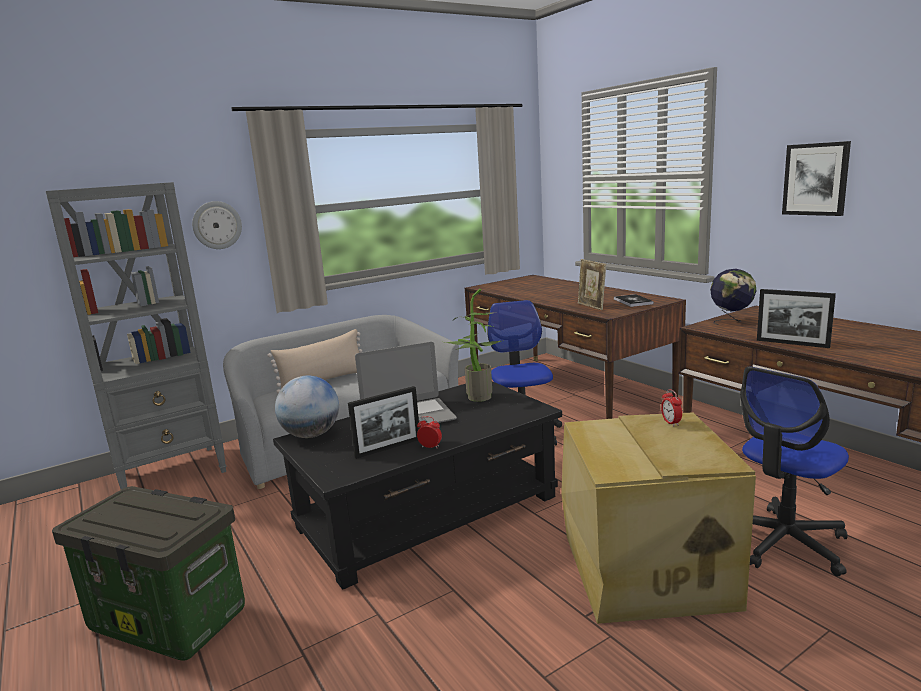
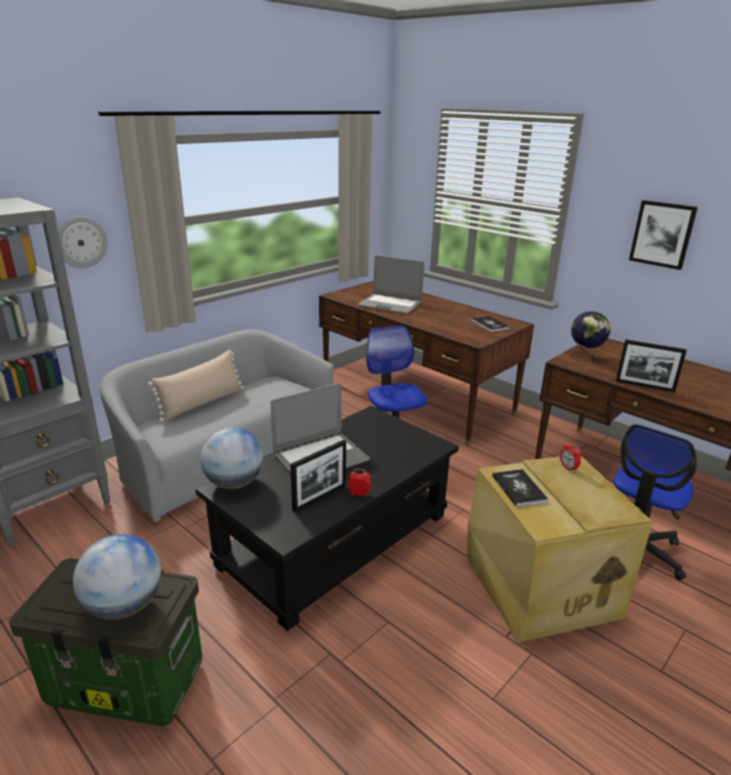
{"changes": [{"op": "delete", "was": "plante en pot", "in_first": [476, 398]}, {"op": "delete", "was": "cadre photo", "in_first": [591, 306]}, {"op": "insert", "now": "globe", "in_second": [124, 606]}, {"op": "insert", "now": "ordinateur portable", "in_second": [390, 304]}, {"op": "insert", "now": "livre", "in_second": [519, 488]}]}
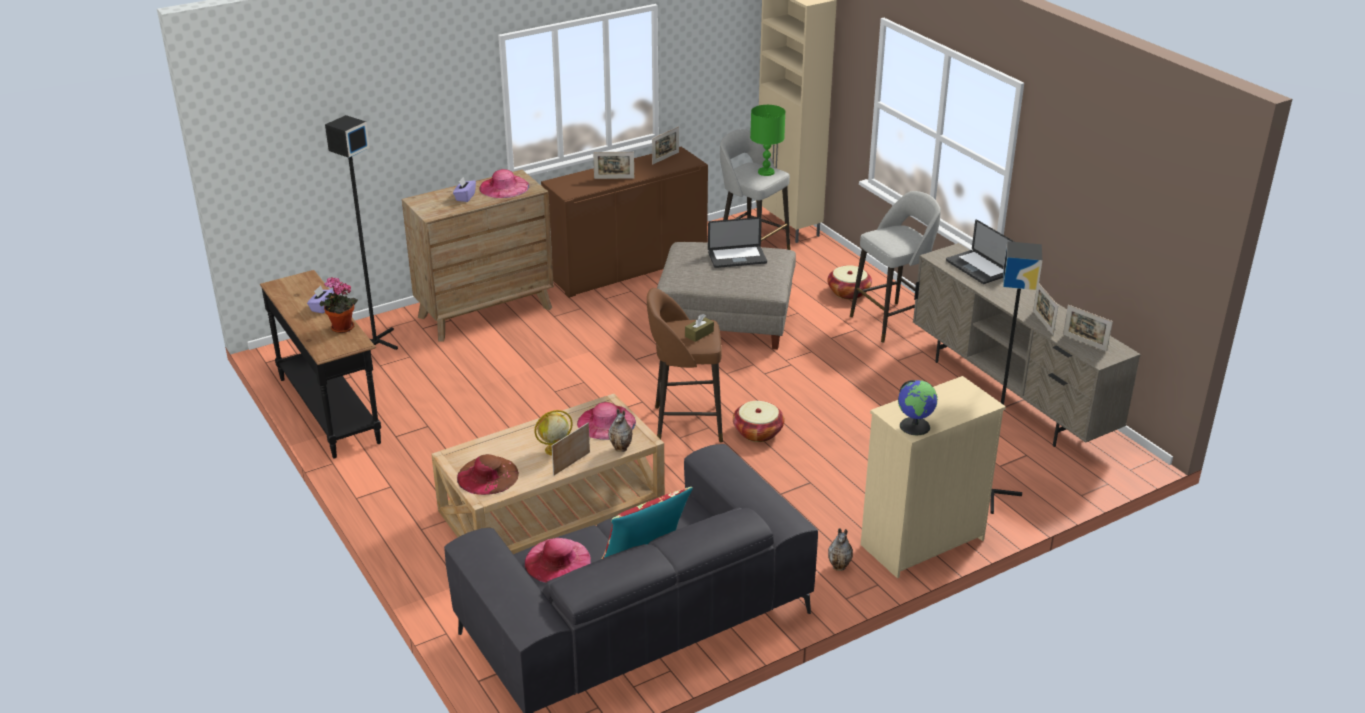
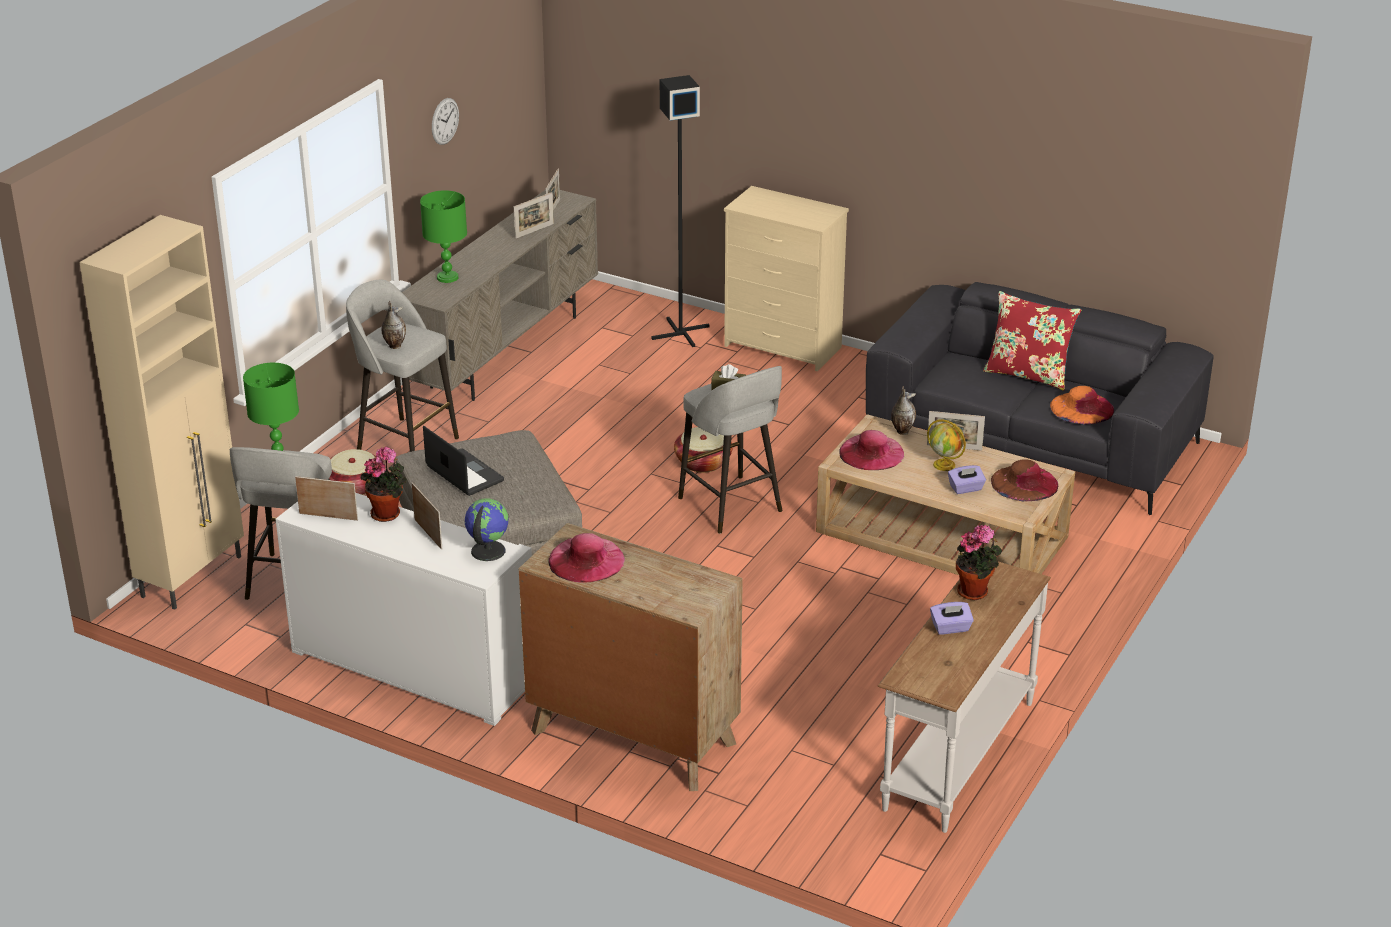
{"changes": [{"op": "delete", "was": "lampadaire/noir", "in_first": [374, 342]}, {"op": "insert", "now": "plante en pot", "in_second": [388, 513]}, {"op": "insert", "now": "horloge murale", "in_second": [445, 121]}, {"op": "move", "was": "boîte à mouchoirs/violet", "in_first": [465, 197], "in_second": [966, 488]}, {"op": "move", "was": "vase", "in_first": [840, 566], "in_second": [394, 345]}, {"op": "move", "was": "globe", "in_first": [915, 426], "in_second": [487, 551]}, {"op": "replace", "was": "ordinateur portable", "now": "lampe de table/vert", "in_first": [977, 268], "in_second": [447, 277]}, {"op": "recolor", "was": "table console/noir", "now": "table console/blanc", "in_first": [331, 410], "in_second": [956, 754]}, {"op": "recolor", "was": "chapeau/rose", "now": "chapeau/orange", "in_first": [557, 561], "in_second": [1082, 408]}, {"op": "recolor", "was": "meuble de rangement/marron", "now": "meuble de rangement/blanc", "in_first": [627, 267], "in_second": [413, 667]}, {"op": "recolor", "was": "tabouret/marron", "now": "tabouret/gris", "in_first": [685, 424], "in_second": [731, 506]}]}
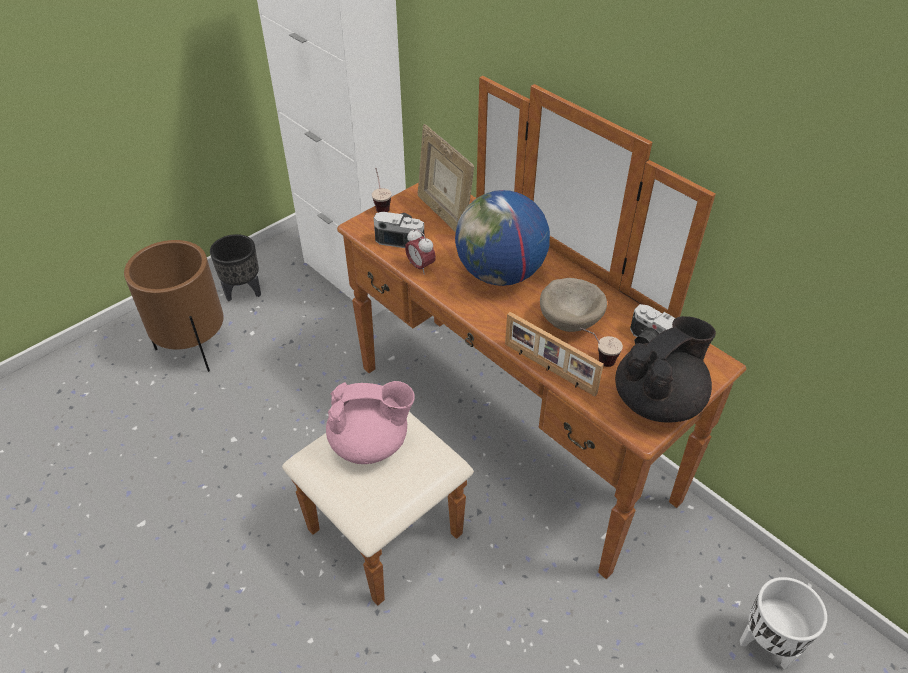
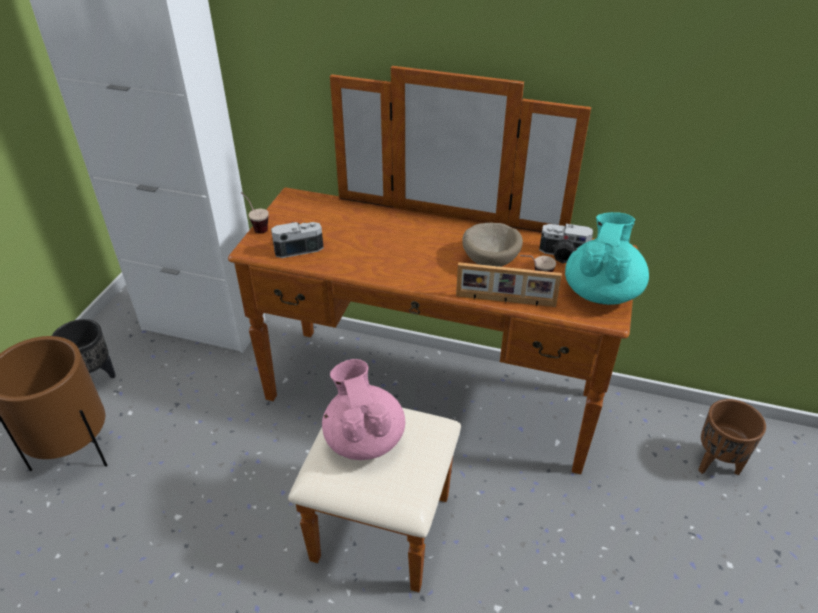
{"changes": [{"op": "delete", "was": "réveil", "in_first": [420, 267]}, {"op": "delete", "was": "cadre photo", "in_first": [444, 215]}, {"op": "delete", "was": "globe", "in_first": [500, 274]}, {"op": "recolor", "was": "théière/noir", "now": "théière/turquoise", "in_first": [658, 400], "in_second": [601, 291]}, {"op": "recolor", "was": "cache-pot/blanc", "now": "cache-pot/marron", "in_first": [767, 645], "in_second": [717, 464]}, {"op": "rotate", "was": "théière/rose", "in_first": [371, 443], "in_second": [364, 438], "clockwise": -75}]}
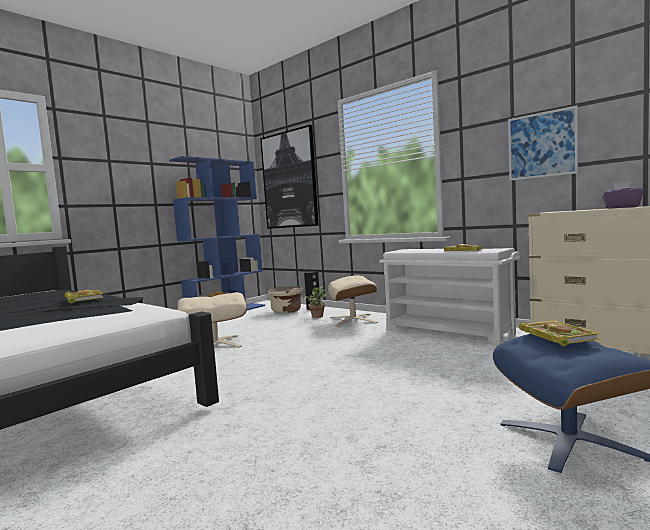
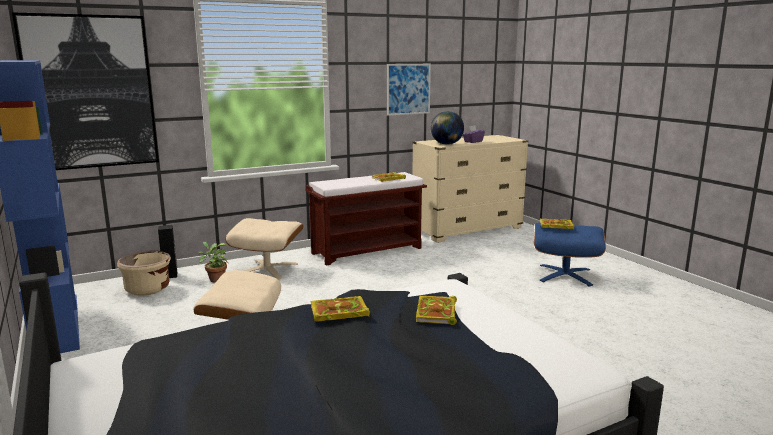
{"changes": [{"op": "insert", "now": "livre", "in_second": [437, 313]}, {"op": "insert", "now": "globe", "in_second": [446, 144]}, {"op": "recolor", "was": "banc/blanc", "now": "banc/marron", "in_first": [449, 331], "in_second": [367, 250]}]}
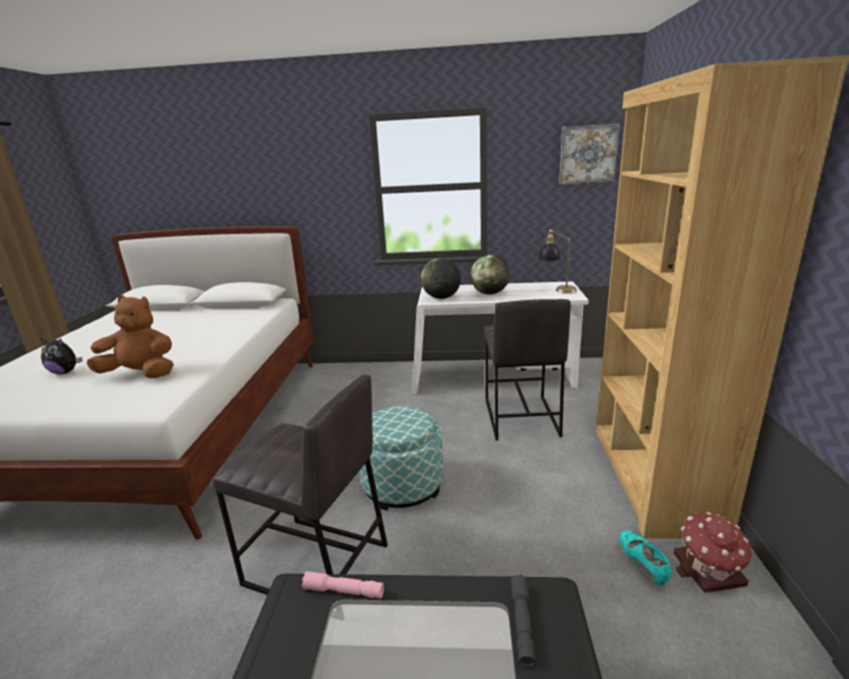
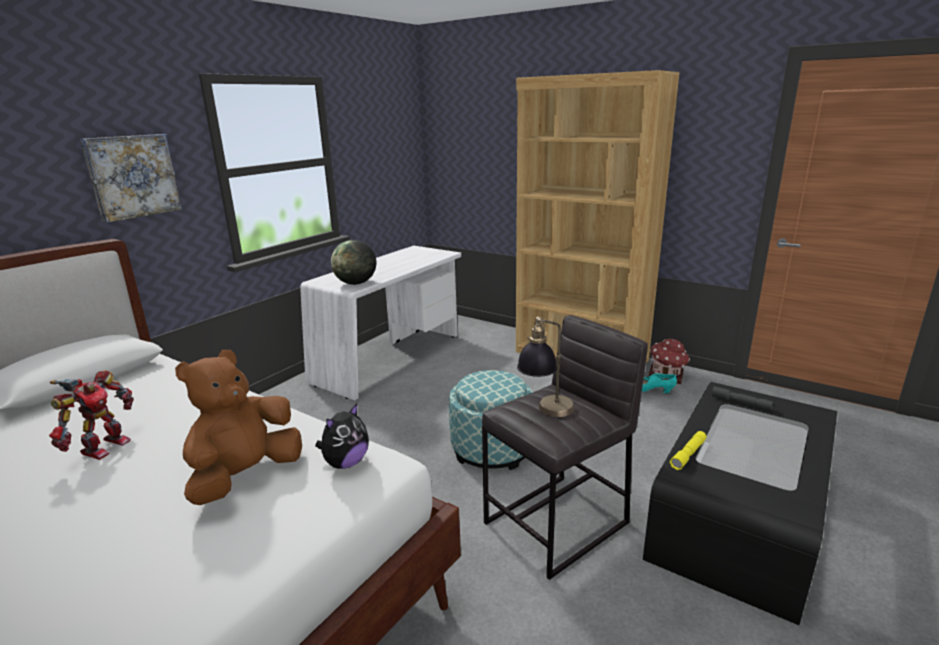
{"changes": [{"op": "delete", "was": "globe", "in_first": [490, 293]}, {"op": "delete", "was": "tabouret/gris", "in_first": [520, 418]}, {"op": "insert", "now": "robot jouet", "in_second": [103, 446]}, {"op": "move", "was": "peluche", "in_first": [65, 372], "in_second": [345, 463]}, {"op": "move", "was": "lampe de table", "in_first": [556, 290], "in_second": [546, 413]}, {"op": "move", "was": "tableau", "in_first": [588, 154], "in_second": [133, 176]}, {"op": "recolor", "was": "lampe de poche/rose", "now": "lampe de poche/jaune", "in_first": [344, 591], "in_second": [688, 454]}]}
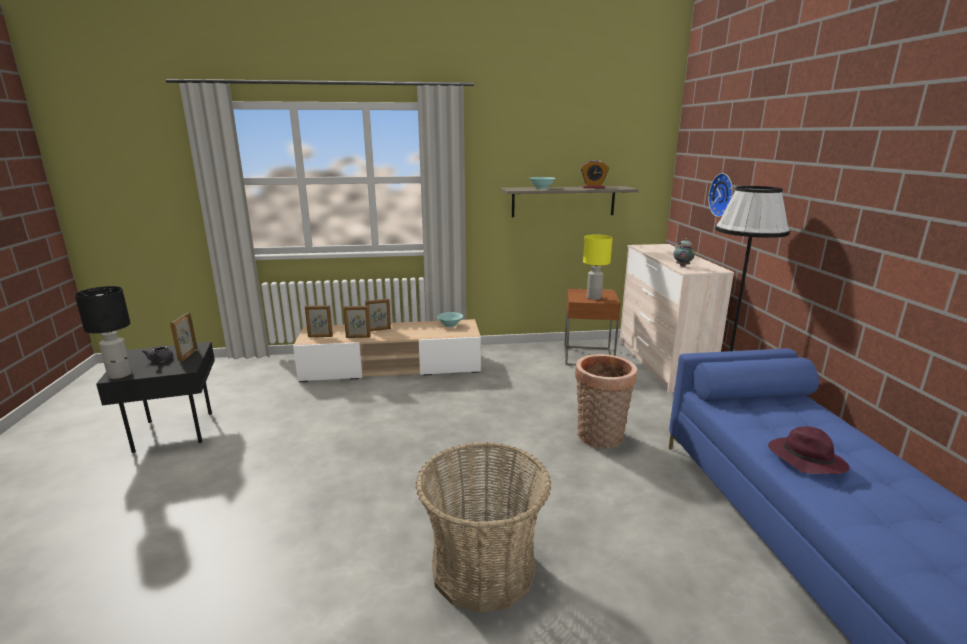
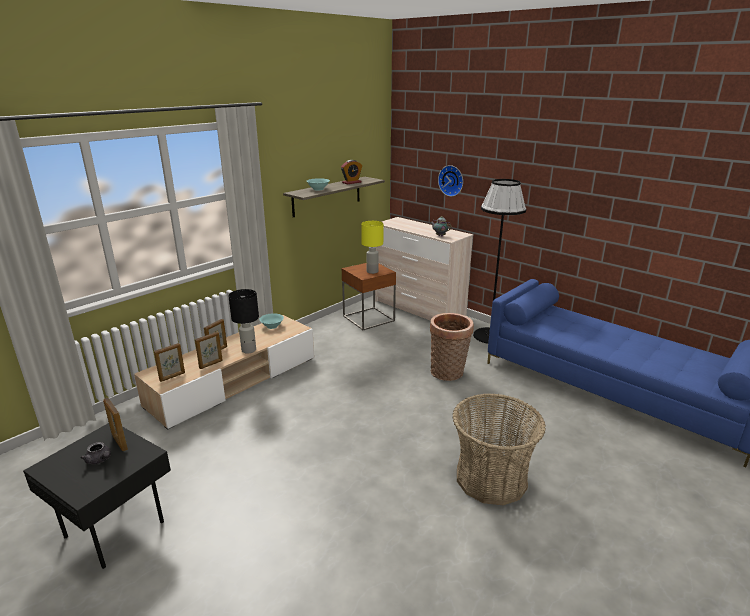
{"changes": [{"op": "delete", "was": "chapeau/violet", "in_first": [804, 459]}, {"op": "move", "was": "lampe de table/noir", "in_first": [120, 374], "in_second": [249, 350]}]}
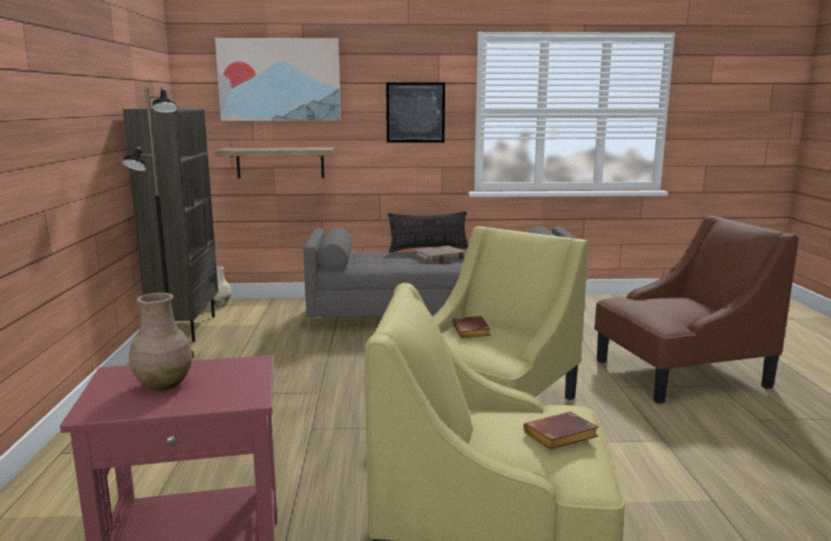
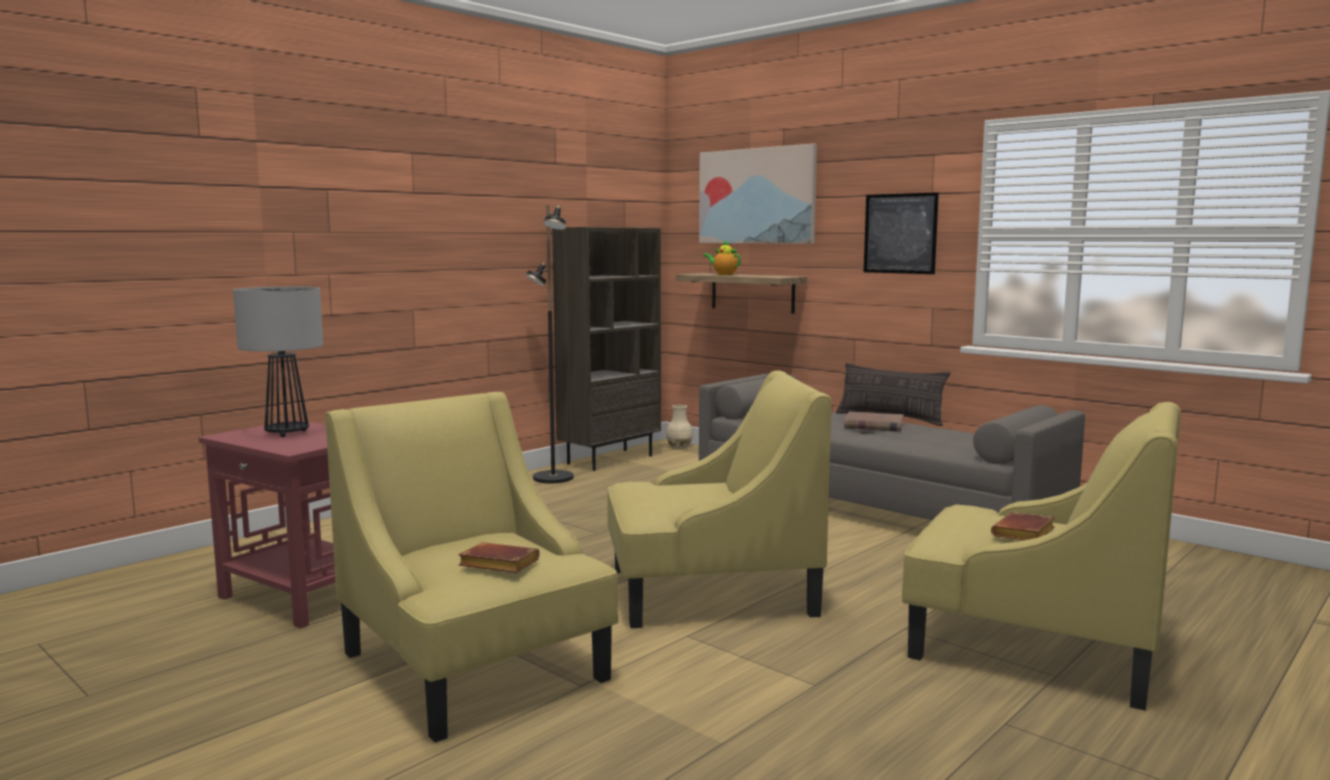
{"changes": [{"op": "insert", "now": "théière", "in_second": [723, 274]}, {"op": "move", "was": "livre/marron", "in_first": [472, 332], "in_second": [1024, 534]}, {"op": "replace", "was": "vase/marron", "now": "lampe de table", "in_first": [163, 385], "in_second": [286, 433]}, {"op": "recolor", "was": "fauteuil/marron", "now": "fauteuil/jaune", "in_first": [680, 373], "in_second": [1032, 646]}]}
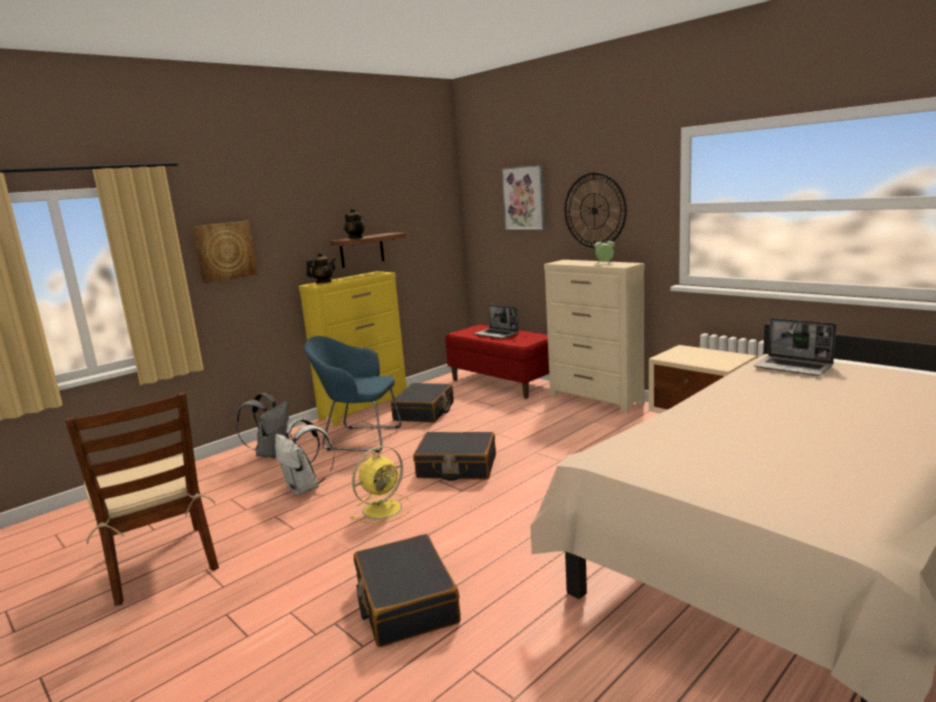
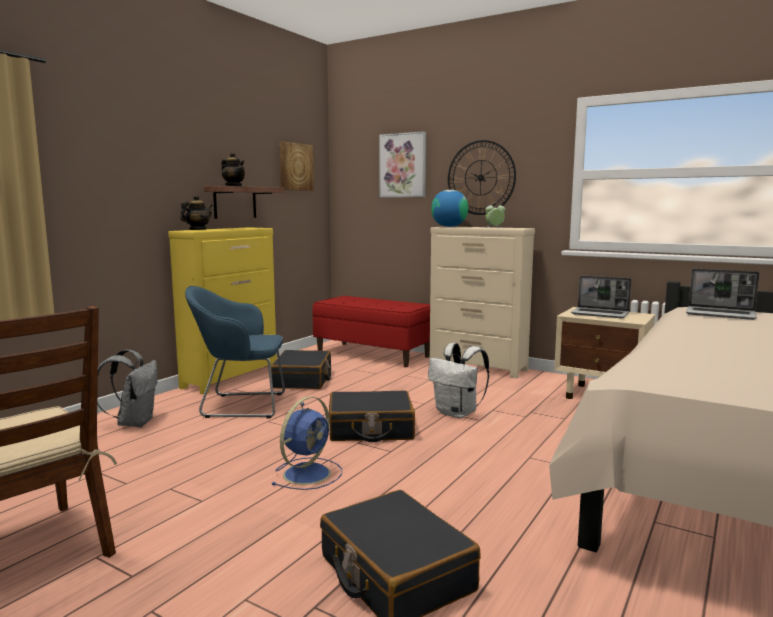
{"changes": [{"op": "insert", "now": "globe", "in_second": [449, 226]}, {"op": "move", "was": "tableau", "in_first": [225, 251], "in_second": [295, 167]}, {"op": "move", "was": "sac à dos/blanc", "in_first": [305, 488], "in_second": [458, 413]}, {"op": "move", "was": "ordinateur portable", "in_first": [497, 334], "in_second": [601, 314]}, {"op": "recolor", "was": "ventilateur/jaune", "now": "ventilateur/bleu", "in_first": [384, 508], "in_second": [308, 473]}]}
